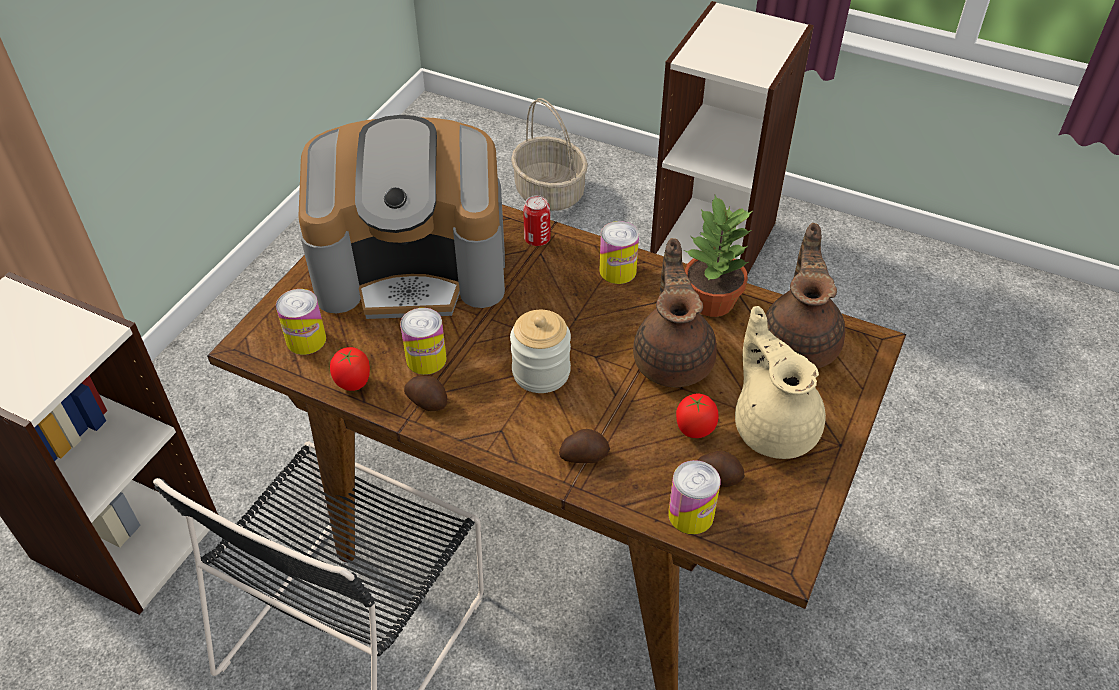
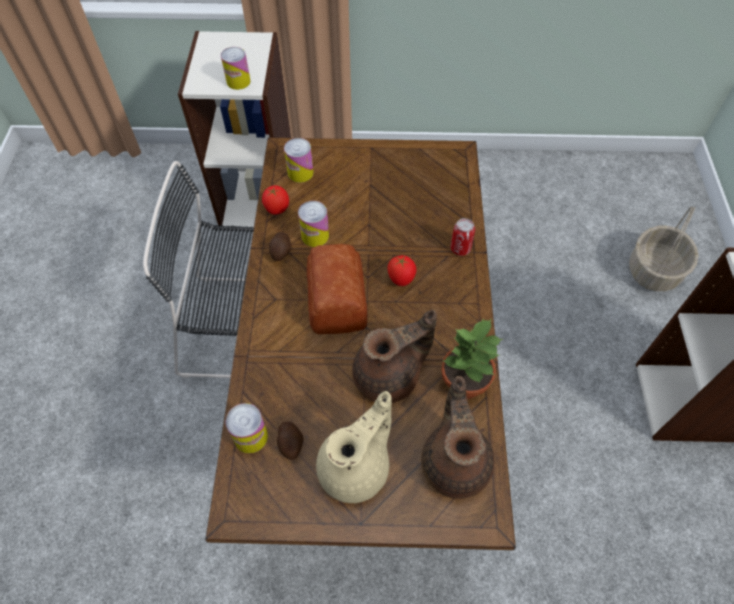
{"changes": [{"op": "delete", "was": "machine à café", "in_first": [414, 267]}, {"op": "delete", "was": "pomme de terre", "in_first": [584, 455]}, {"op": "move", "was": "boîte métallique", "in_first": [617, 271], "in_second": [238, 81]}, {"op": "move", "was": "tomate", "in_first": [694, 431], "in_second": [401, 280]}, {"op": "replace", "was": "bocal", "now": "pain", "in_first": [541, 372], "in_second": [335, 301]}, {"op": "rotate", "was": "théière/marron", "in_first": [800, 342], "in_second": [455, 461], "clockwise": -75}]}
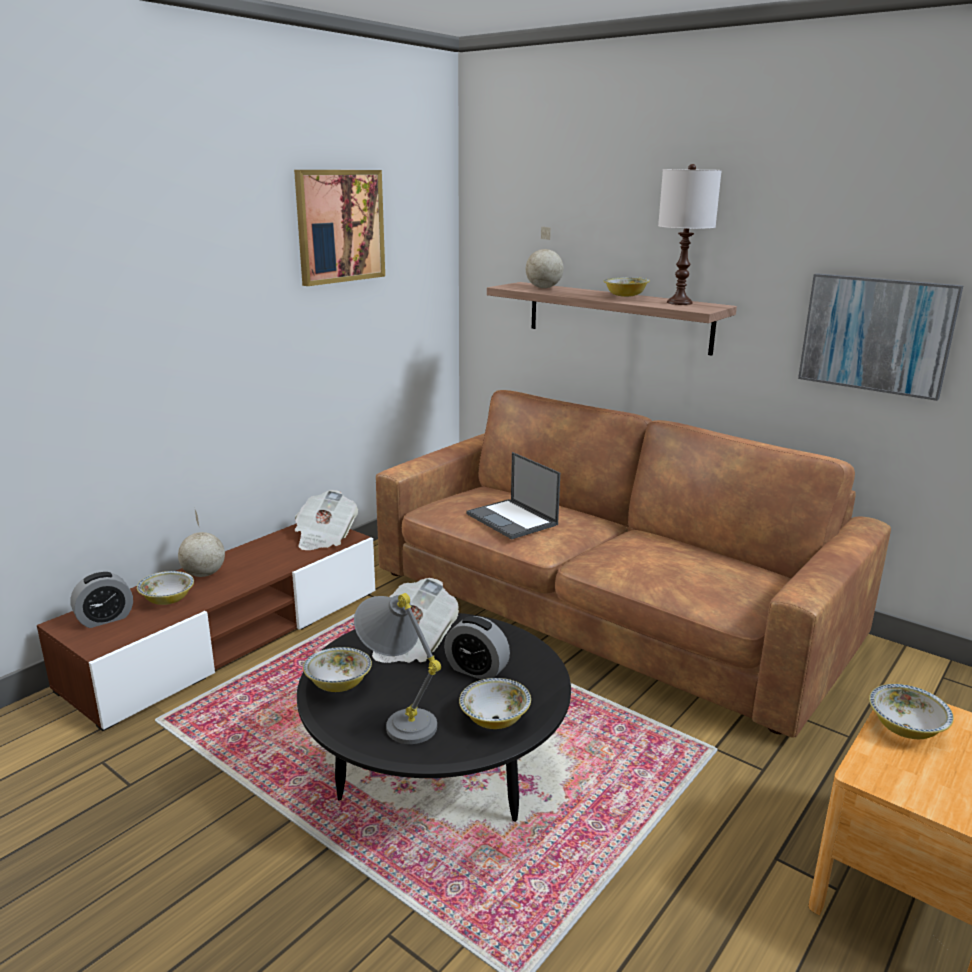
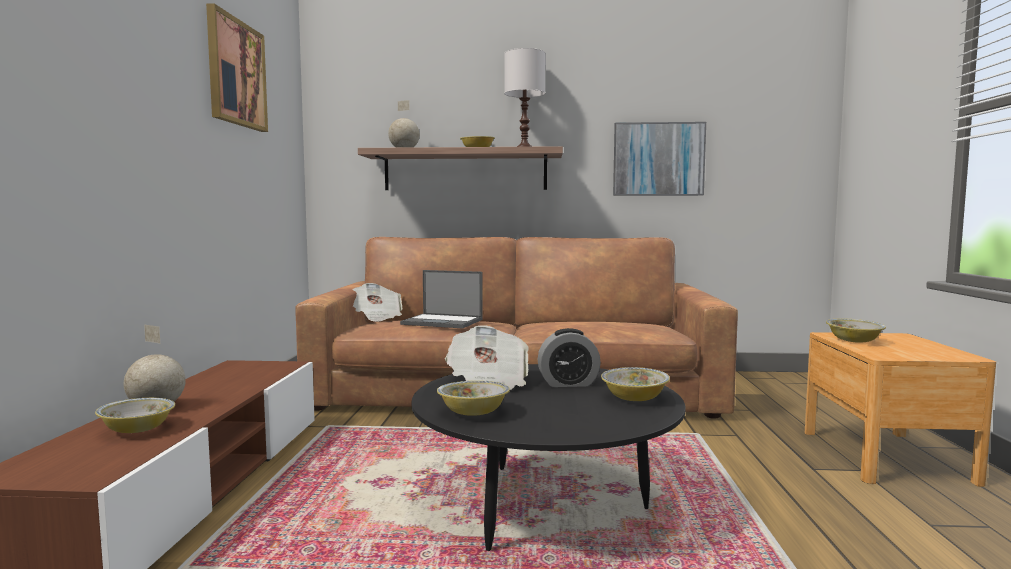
{"changes": [{"op": "delete", "was": "réveil", "in_first": [105, 619]}, {"op": "delete", "was": "lampe de table/gris", "in_first": [399, 719]}, {"op": "move", "was": "journal", "in_first": [324, 537], "in_second": [376, 317]}]}
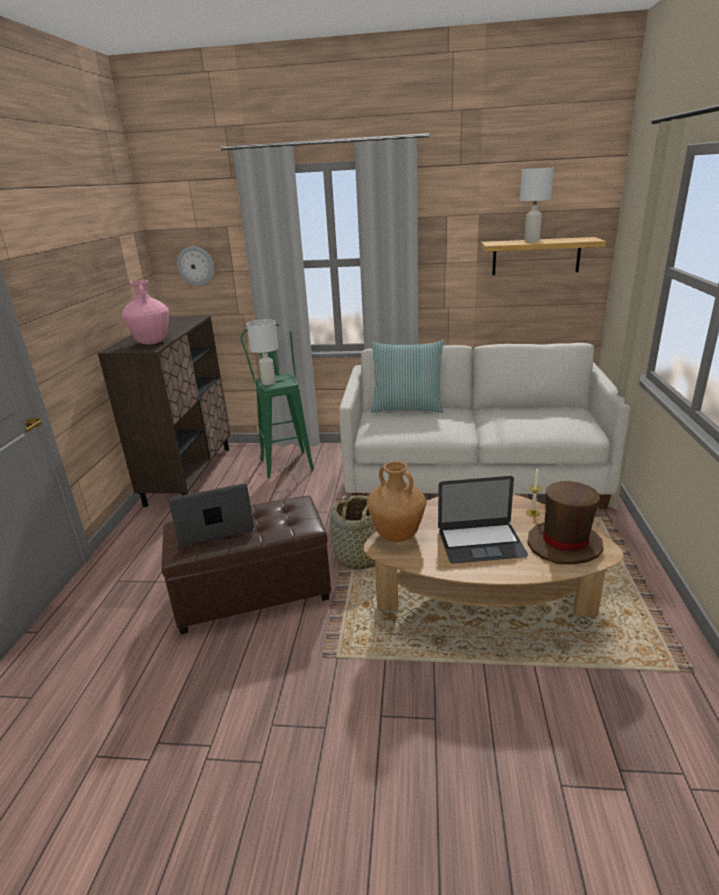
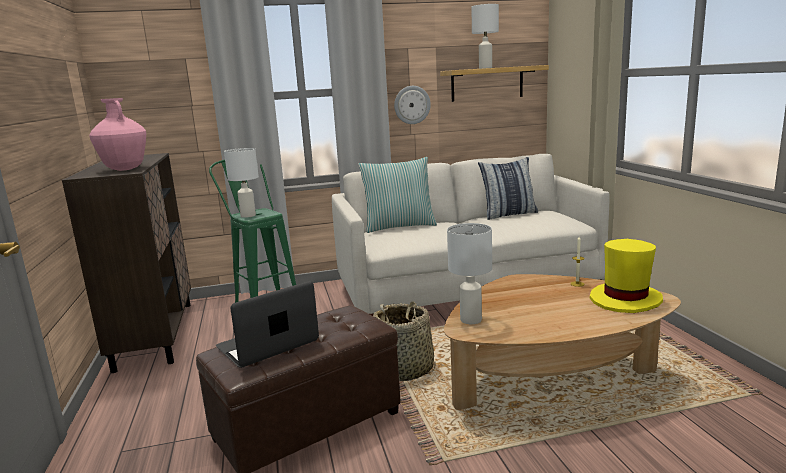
{"changes": [{"op": "delete", "was": "ordinateur portable", "in_first": [481, 543]}, {"op": "insert", "now": "coussin", "in_second": [508, 214]}, {"op": "move", "was": "horloge murale", "in_first": [196, 266], "in_second": [412, 105]}, {"op": "replace", "was": "vase/marron", "now": "lampe de table/blanc", "in_first": [397, 535], "in_second": [471, 319]}, {"op": "recolor", "was": "chapeau/marron", "now": "chapeau/jaune", "in_first": [564, 544], "in_second": [625, 299]}]}
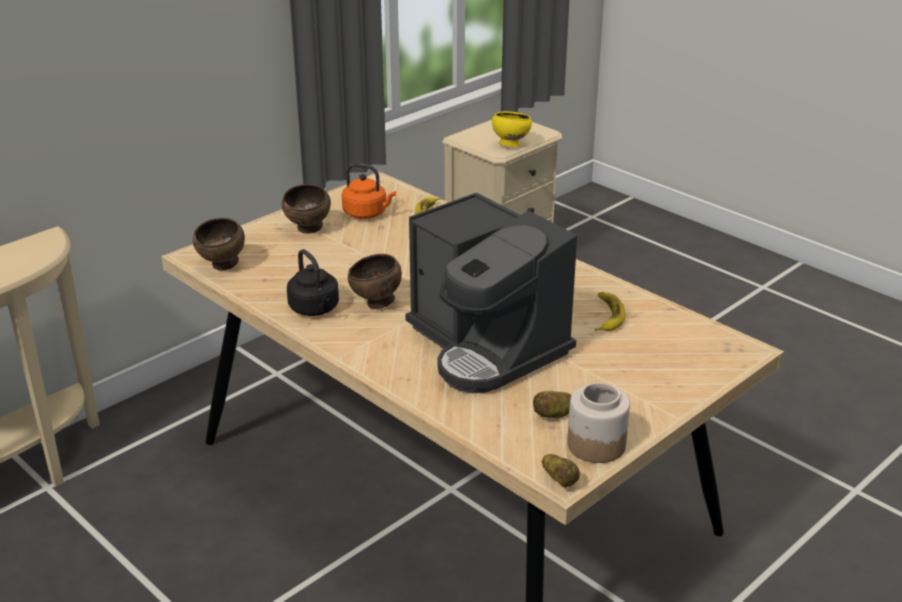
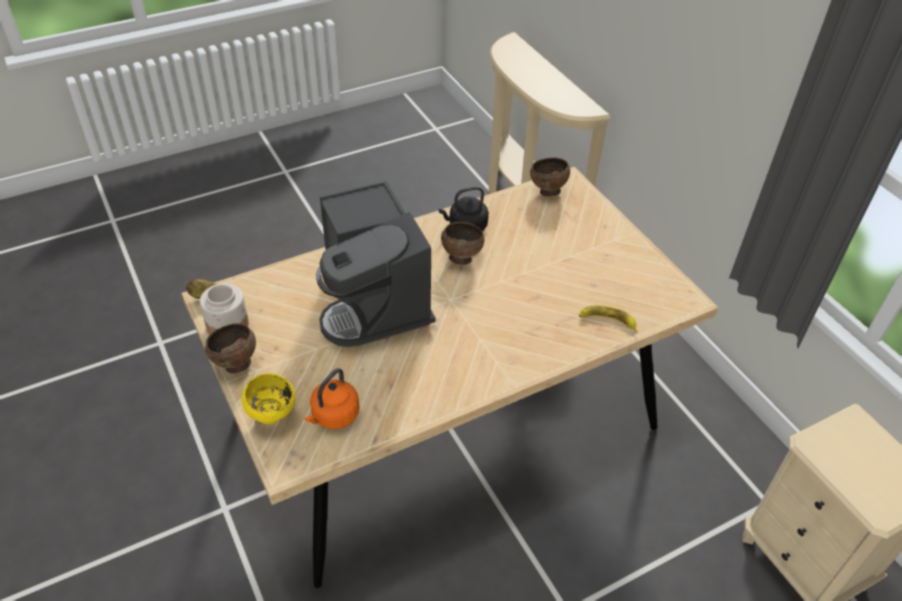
{"changes": [{"op": "delete", "was": "pomme de terre", "in_first": [554, 415]}, {"op": "delete", "was": "banane", "in_first": [607, 316]}, {"op": "move", "was": "bol/marron", "in_first": [309, 230], "in_second": [235, 365]}, {"op": "move", "was": "bouilloire/orange", "in_first": [367, 214], "in_second": [333, 416]}, {"op": "move", "was": "bol/jaune", "in_first": [510, 145], "in_second": [273, 416]}, {"op": "rotate", "was": "machine à café", "in_first": [487, 346], "in_second": [374, 303], "clockwise": -90}]}
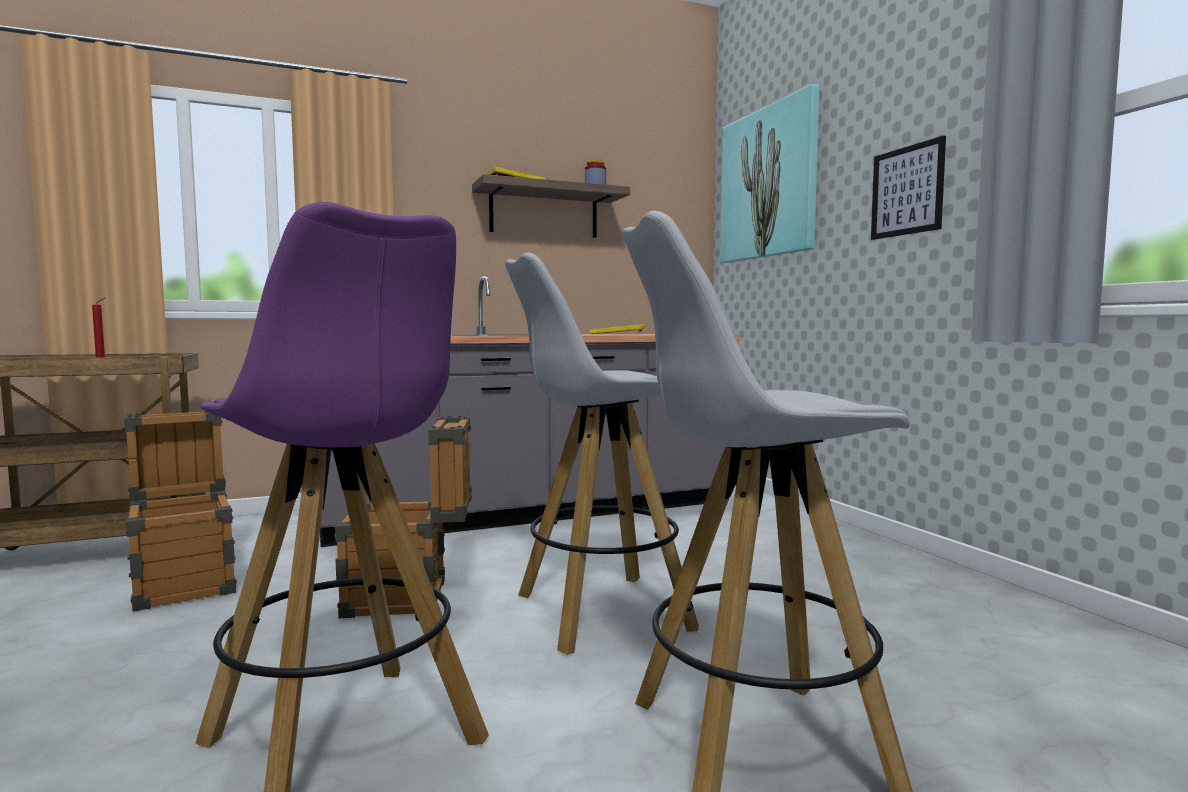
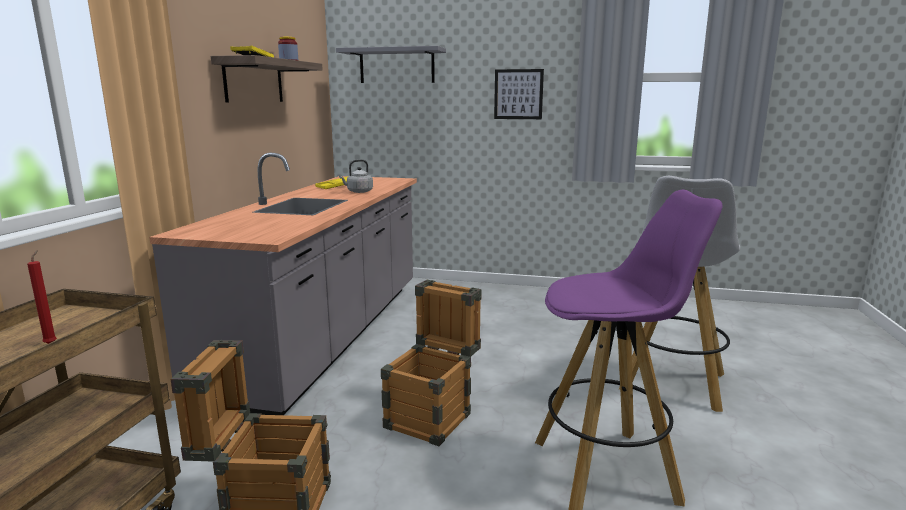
{"changes": [{"op": "delete", "was": "tabouret/blanc", "in_first": [599, 613]}, {"op": "insert", "now": "bouilloire/gris", "in_second": [358, 192]}, {"op": "replace", "was": "tableau", "now": "étagère/gris", "in_first": [769, 183], "in_second": [397, 66]}]}
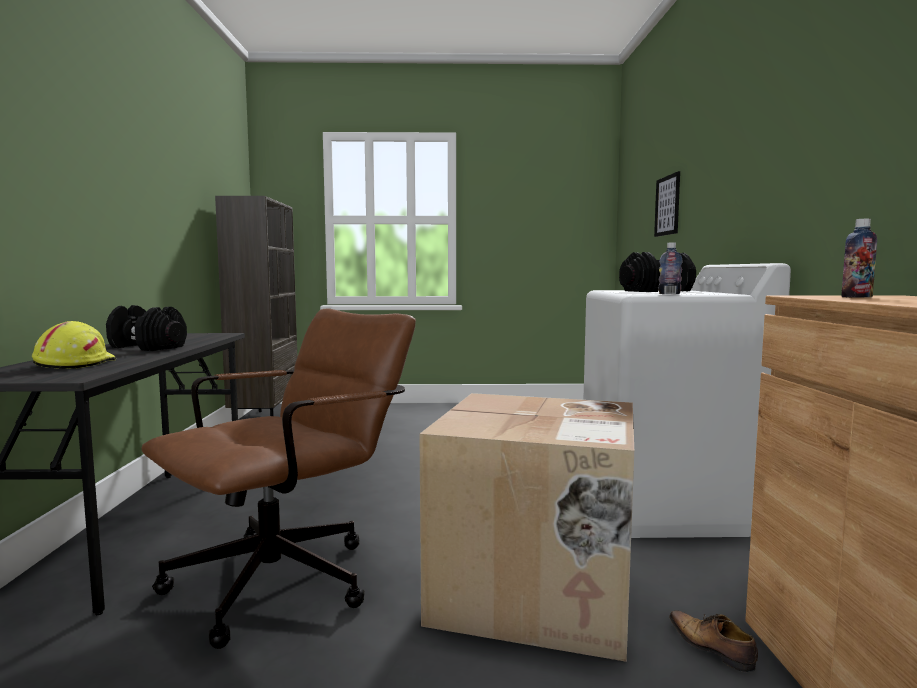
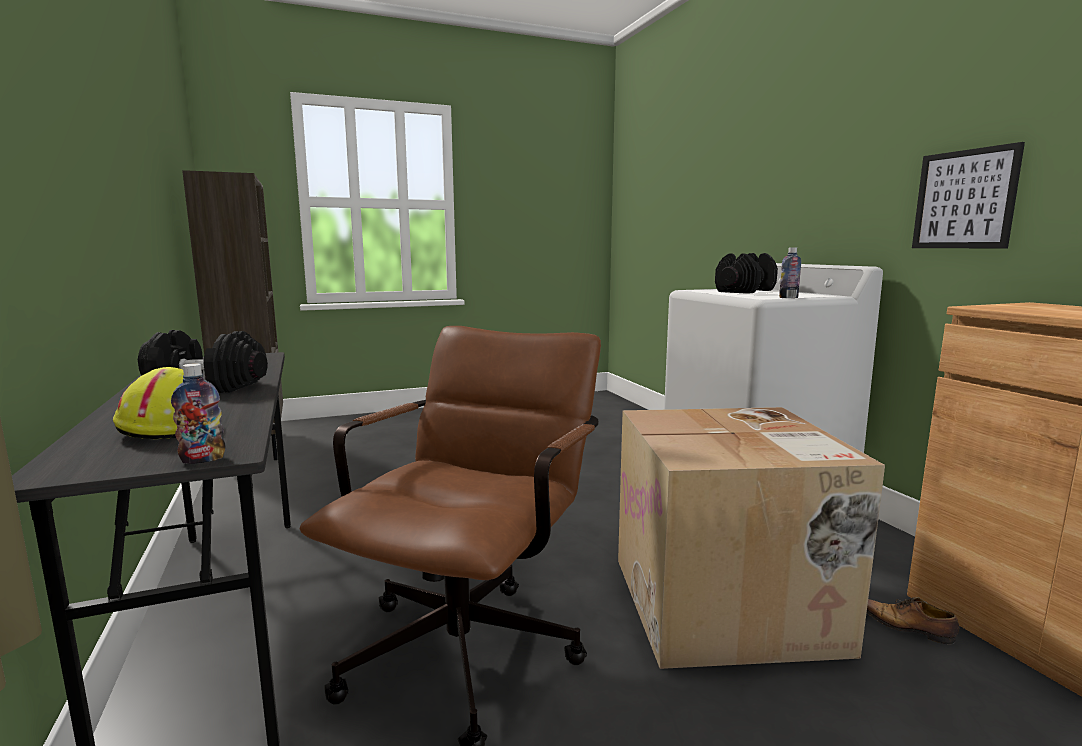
{"changes": [{"op": "move", "was": "tableau", "in_first": [667, 205], "in_second": [964, 199]}, {"op": "move", "was": "bouteille", "in_first": [856, 297], "in_second": [203, 459]}]}
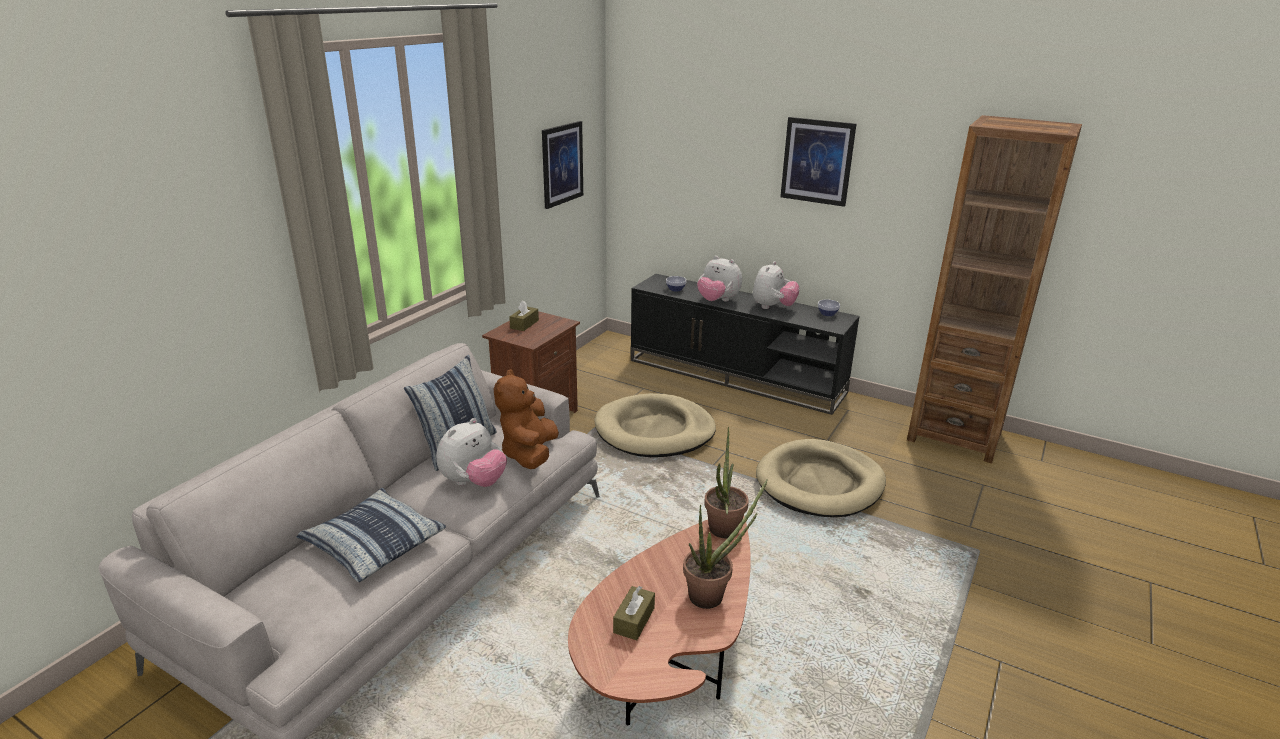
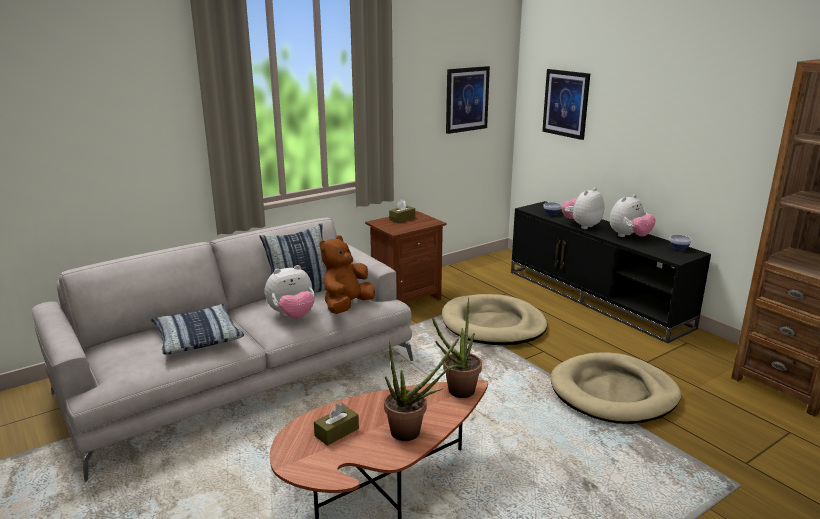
{"changes": [{"op": "move", "was": "tableau", "in_first": [817, 161], "in_second": [566, 103]}, {"op": "rotate", "was": "peluche", "in_first": [717, 301], "in_second": [581, 226], "clockwise": 75}]}
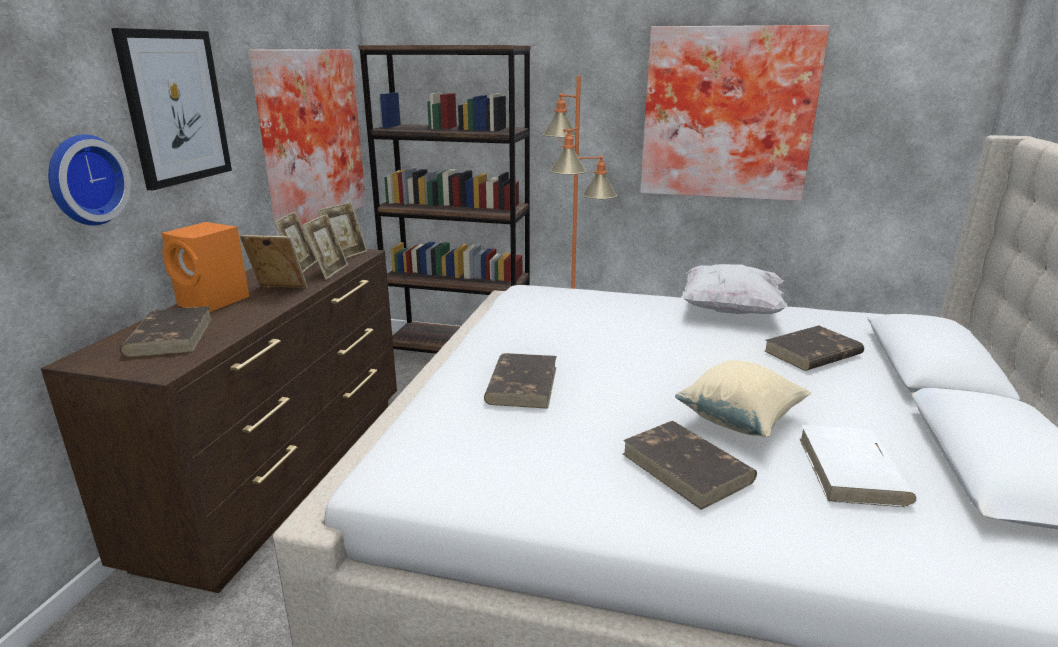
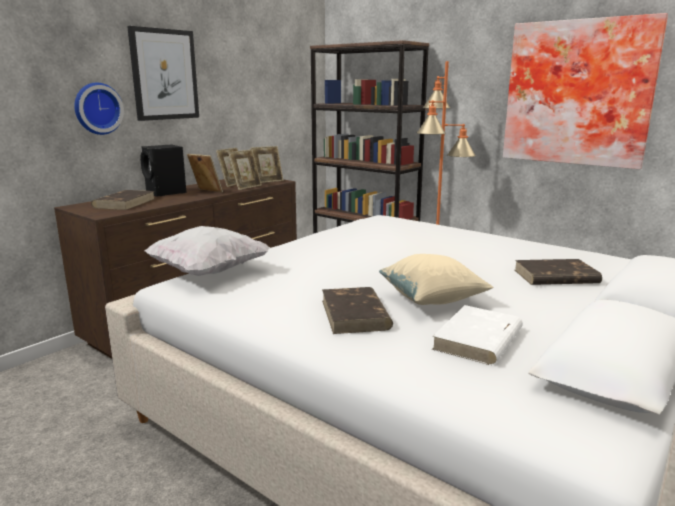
{"changes": [{"op": "delete", "was": "tableau", "in_first": [308, 139]}, {"op": "delete", "was": "livre/marron", "in_first": [522, 384]}, {"op": "move", "was": "coussin/blanc", "in_first": [730, 311], "in_second": [208, 272]}, {"op": "recolor", "was": "enceinte/orange", "now": "enceinte/noir", "in_first": [214, 302], "in_second": [166, 193]}]}
